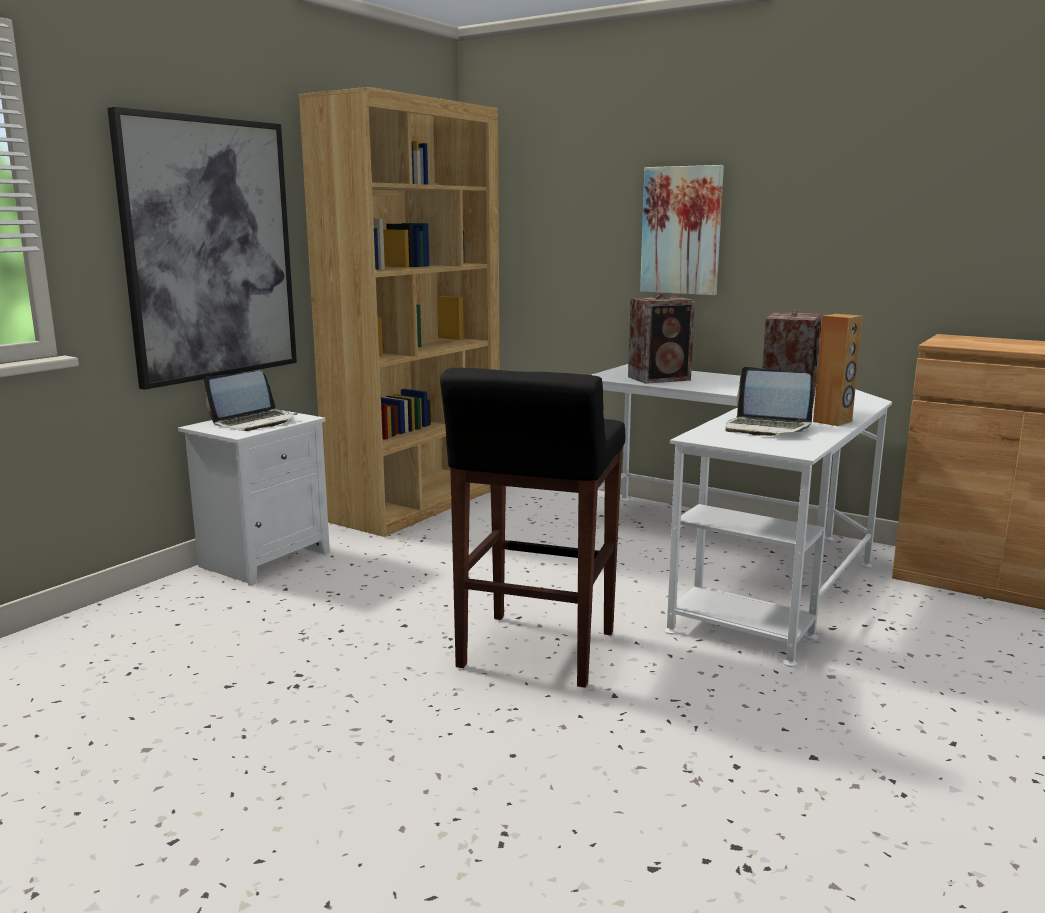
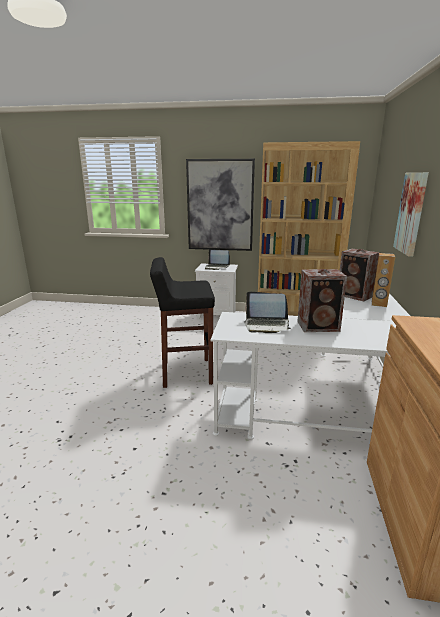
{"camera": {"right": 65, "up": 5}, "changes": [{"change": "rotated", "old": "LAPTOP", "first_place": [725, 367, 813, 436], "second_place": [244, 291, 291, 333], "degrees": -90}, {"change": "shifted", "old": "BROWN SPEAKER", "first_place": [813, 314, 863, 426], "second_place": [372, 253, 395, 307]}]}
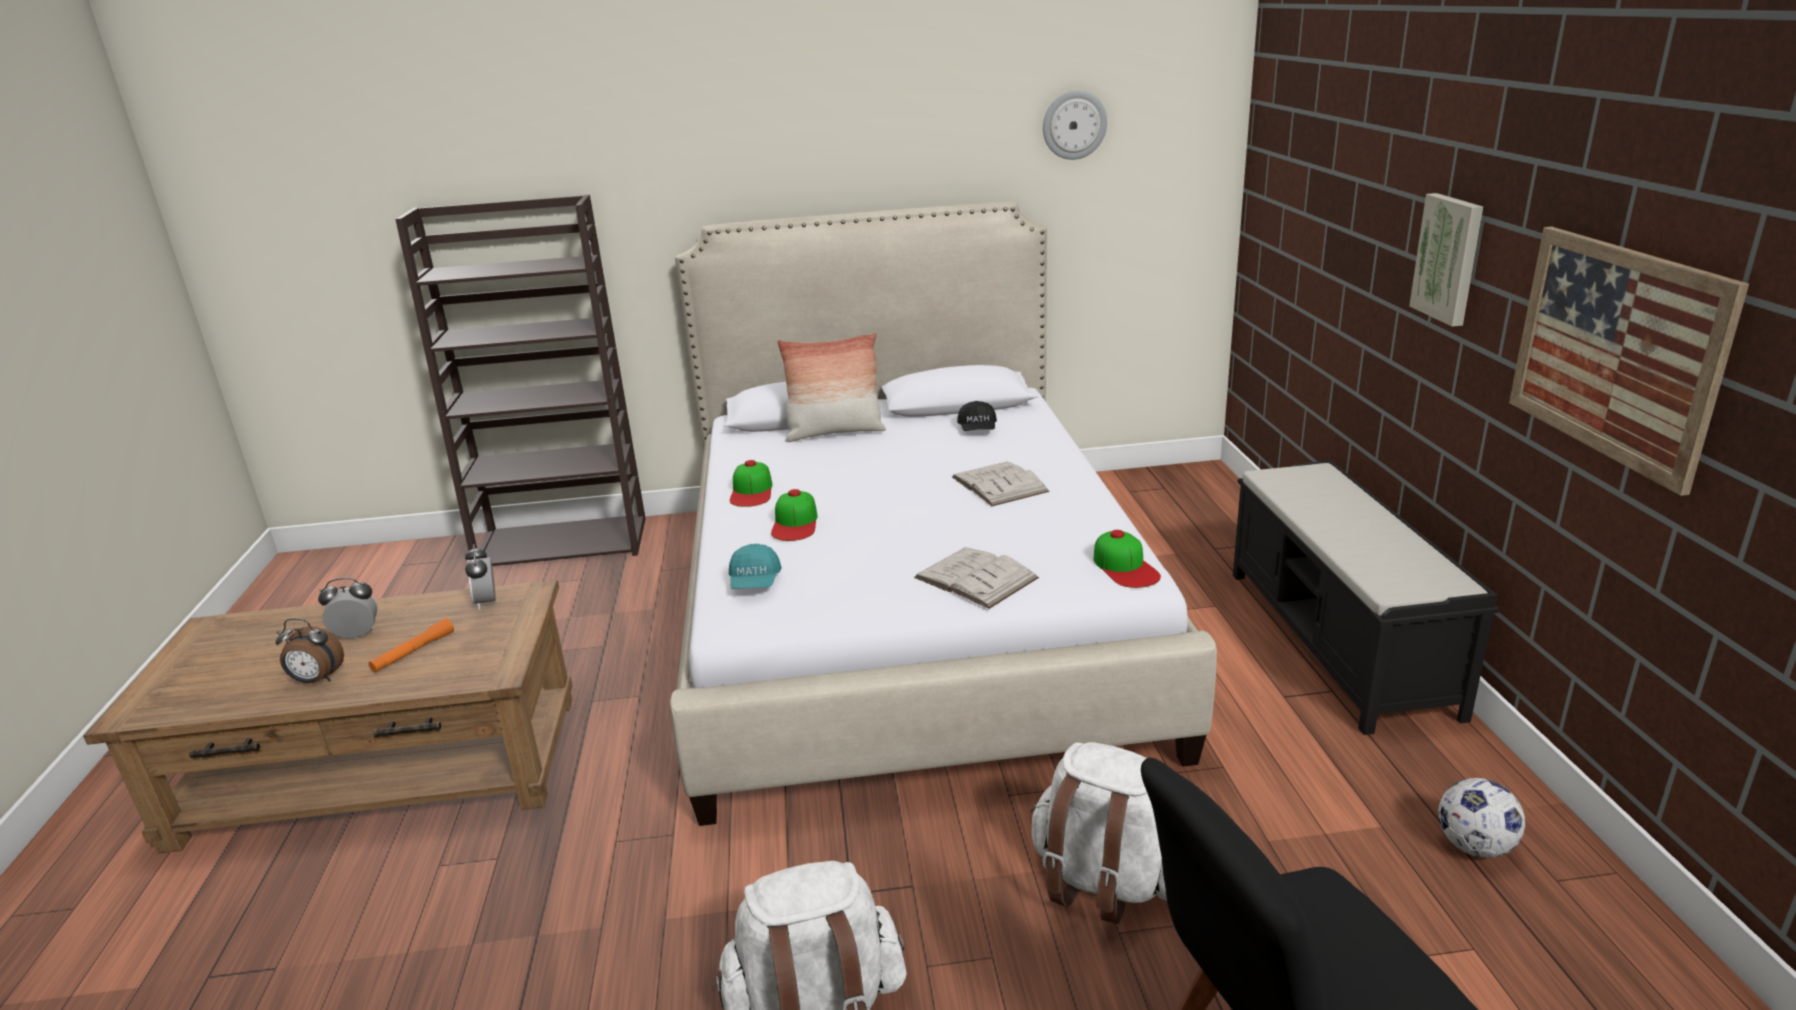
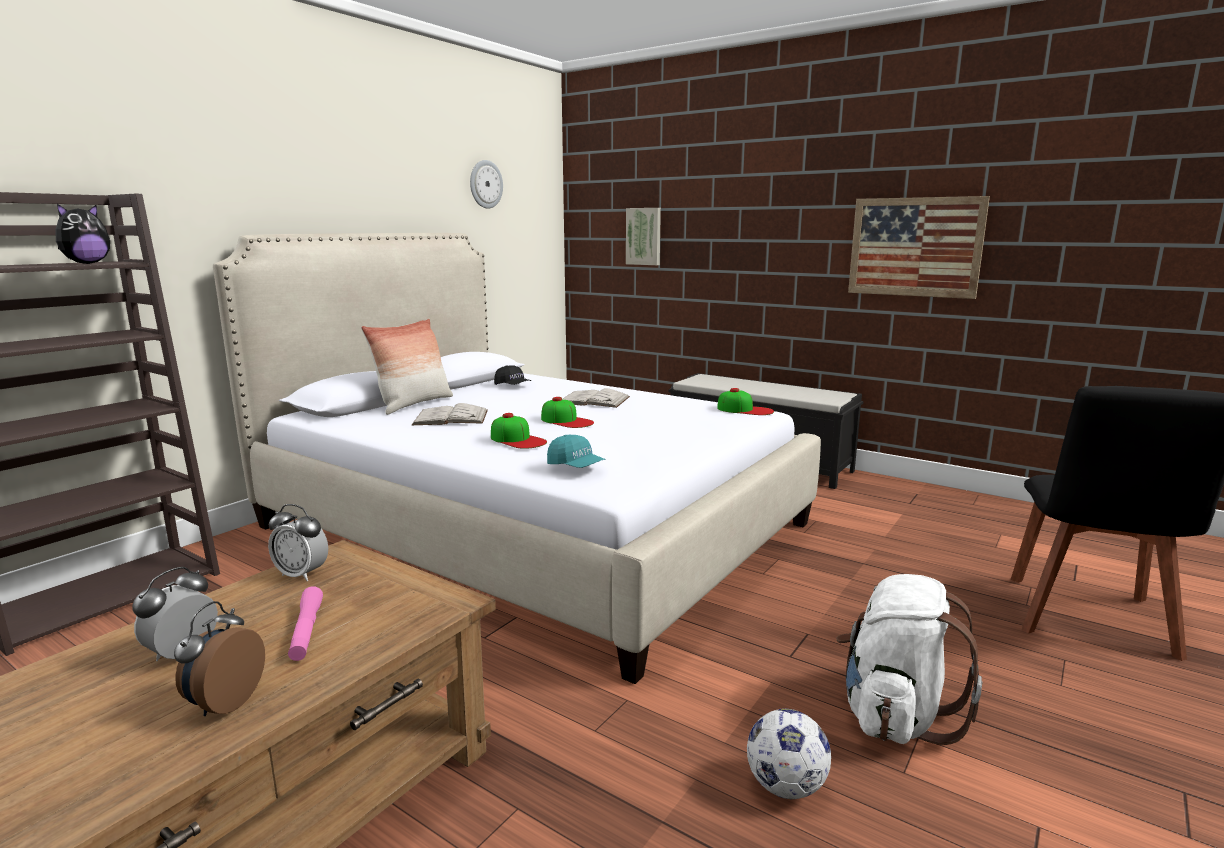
{"camera": {"right": -50, "up": -10}, "changes": [{"change": "rotated", "old": "ALARM CLOCK", "first_place": [275, 618, 344, 683], "second_place": [174, 601, 265, 716], "degrees": 150}, {"change": "repainted", "old": "ORANGE FLASHLIGHT", "new": "PINK FLASHLIGHT", "first_place": [368, 618, 454, 672], "second_place": [288, 586, 323, 661]}, {"change": "shifted", "old": "CAP", "first_place": [730, 460, 773, 507], "second_place": [541, 397, 594, 428]}, {"change": "shifted", "old": "WHITE BOOK", "first_place": [914, 547, 1039, 609], "second_place": [412, 403, 488, 425]}, {"change": "gone", "old": "WHITE BACKPACK", "first_place": [1031, 742, 1167, 924]}, {"change": "shifted", "old": "PICTURE", "first_place": [1409, 193, 1483, 327], "second_place": [626, 208, 661, 265]}, {"change": "shifted", "old": "FOOTBALL", "first_place": [1438, 778, 1525, 858], "second_place": [747, 709, 831, 799]}, {"change": "new", "new": "PLUSH TOY", "second_place": [56, 204, 110, 264]}]}
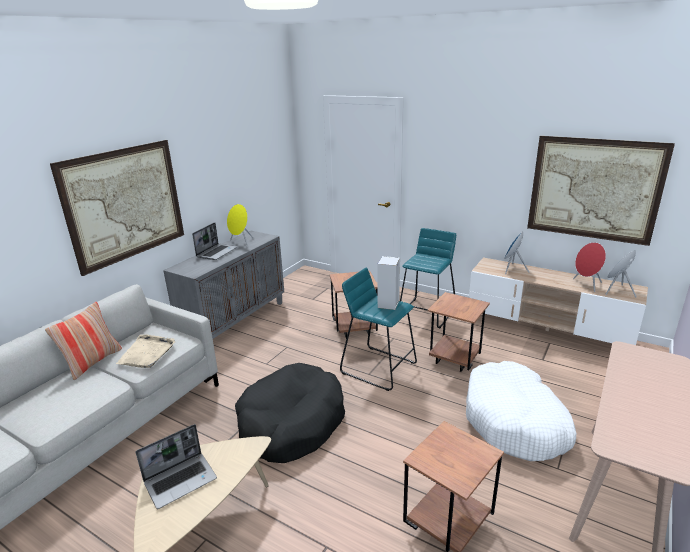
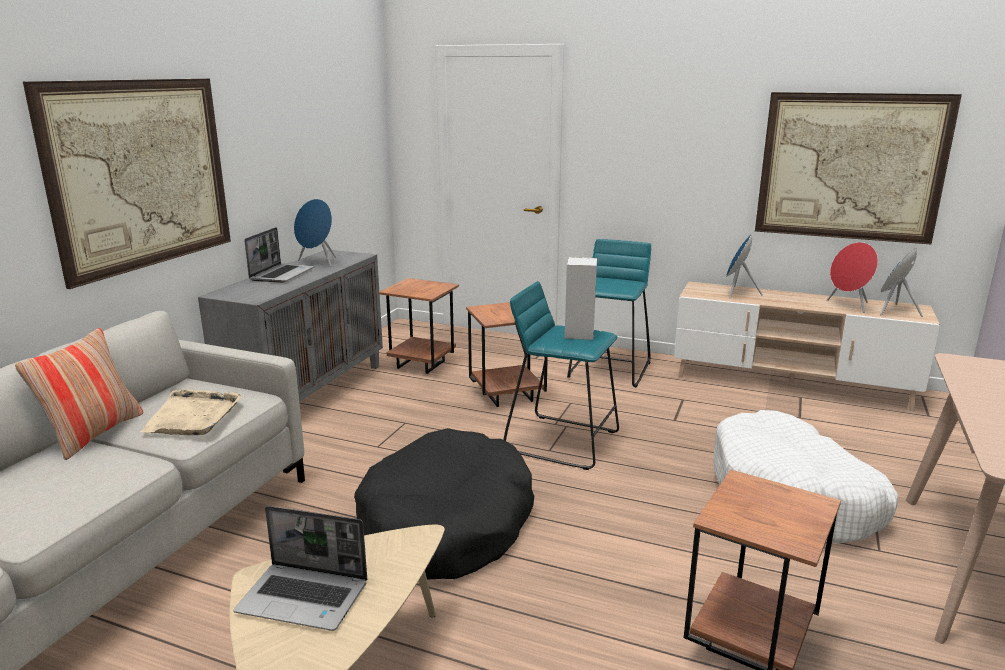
{"camera": {"right": -10, "up": -5}, "changes": [{"change": "rotated", "old": "LAPTOP", "first_place": [136, 424, 217, 509], "second_place": [233, 506, 367, 631], "degrees": 60}, {"change": "repainted", "old": "YELLOW SPEAKER", "new": "BLUE SPEAKER", "first_place": [227, 204, 254, 247], "second_place": [294, 199, 336, 267]}, {"change": "shifted", "old": "BROWN SIDE TABLE", "first_place": [428, 292, 490, 372], "second_place": [378, 278, 459, 374]}]}
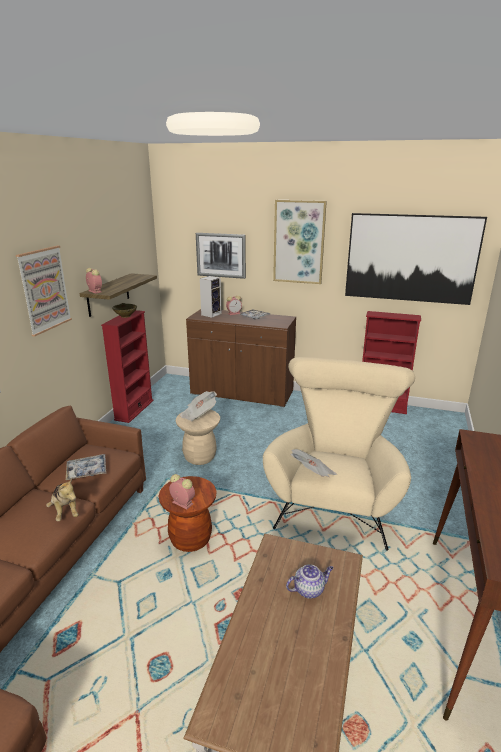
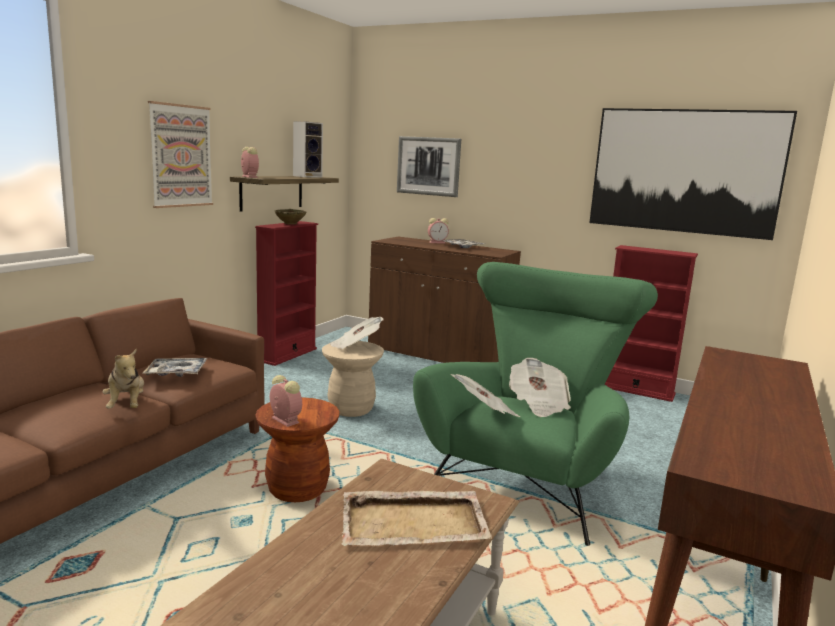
{"camera": {"right": 10, "up": -10}, "changes": [{"change": "shifted", "old": "SPEAKER", "first_place": [200, 276, 221, 318], "second_place": [293, 121, 323, 178]}, {"change": "repainted", "old": "BEIGE ARMCHAIR", "new": "GREEN ARMCHAIR", "first_place": [263, 357, 415, 551], "second_place": [413, 262, 658, 546]}, {"change": "gone", "old": "PICTURE", "first_place": [273, 200, 327, 284]}, {"change": "swapped", "old": "TEAPOT", "new": "BEIGE TRAY", "first_place": [286, 564, 333, 599], "second_place": [342, 491, 492, 546]}, {"change": "new", "new": "NEWSPAPER", "second_place": [509, 358, 571, 417]}]}
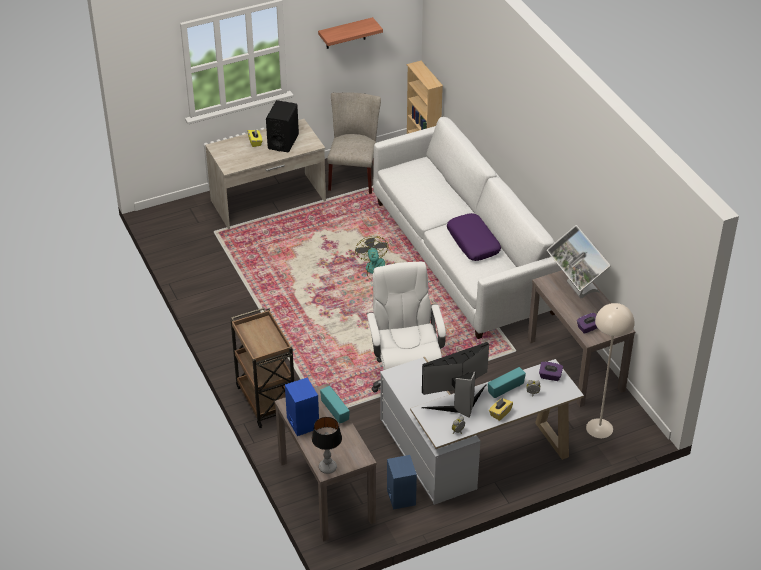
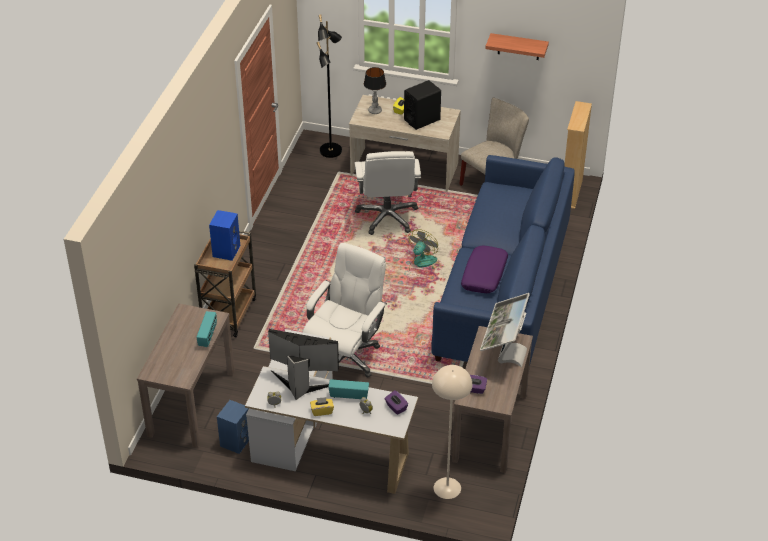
{"camera": {"right": 40, "up": 0}, "changes": [{"change": "shifted", "old": "BLUE SPEAKER", "first_place": [285, 377, 319, 436], "second_place": [209, 210, 240, 261]}, {"change": "shifted", "old": "TABLE LAMP", "first_place": [312, 417, 342, 474], "second_place": [364, 67, 386, 114]}, {"change": "repainted", "old": "WHITE SOFA", "new": "BLUE SOFA", "first_place": [373, 117, 562, 339], "second_place": [431, 155, 575, 363]}, {"change": "new", "new": "BLACK FLOOR LAMP", "second_place": [317, 14, 342, 158]}, {"change": "new", "new": "WHITE OFFICE CHAIR", "second_place": [355, 151, 421, 235]}]}
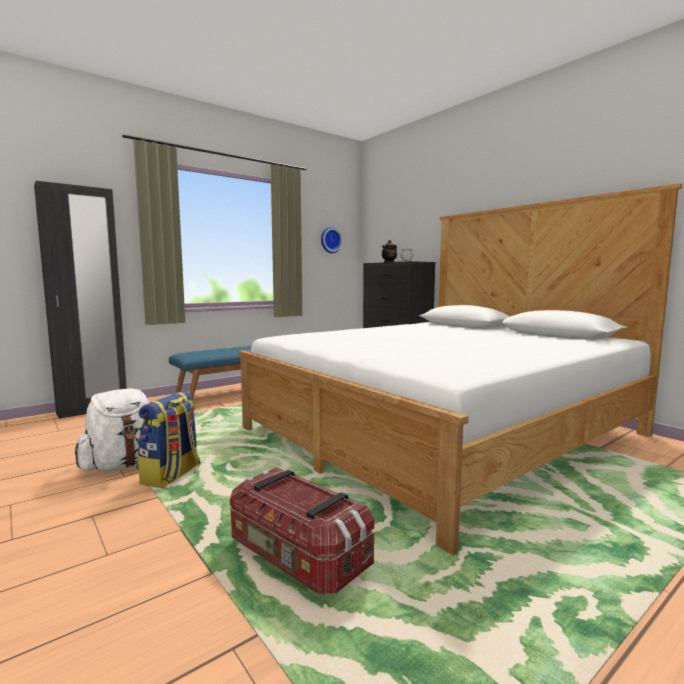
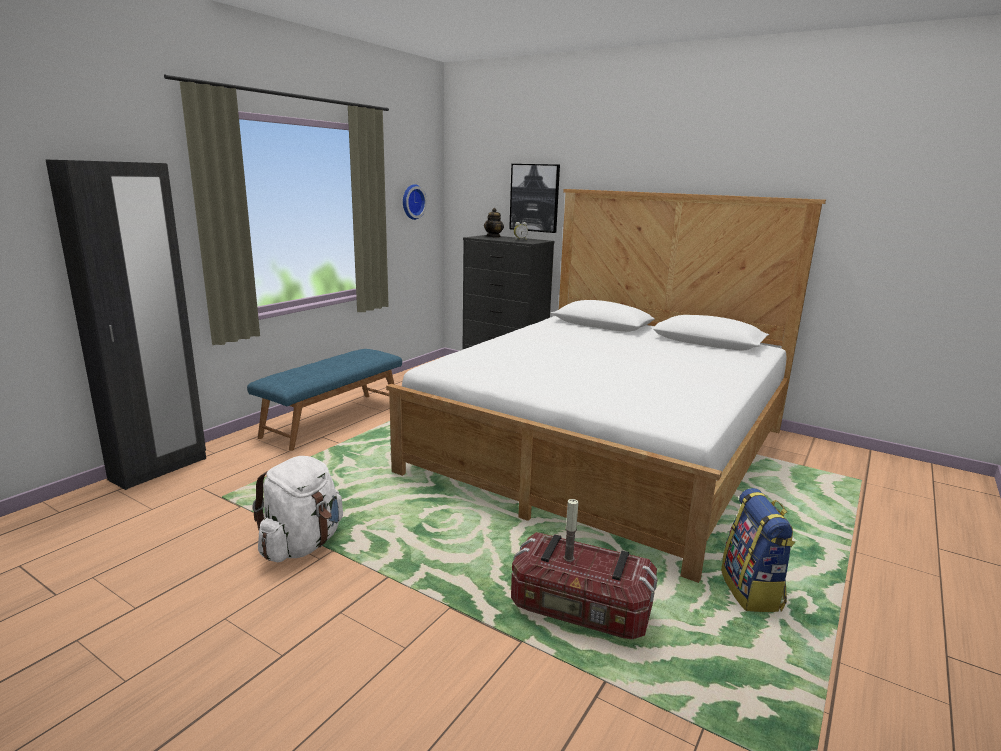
{"camera": {"right": -20, "up": 10}, "changes": [{"change": "shifted", "old": "BACKPACK", "first_place": [138, 391, 200, 488], "second_place": [721, 488, 795, 612]}, {"change": "new", "new": "PICTURE", "second_place": [509, 164, 560, 233]}, {"change": "new", "new": "CANDLE", "second_place": [563, 499, 578, 562]}]}
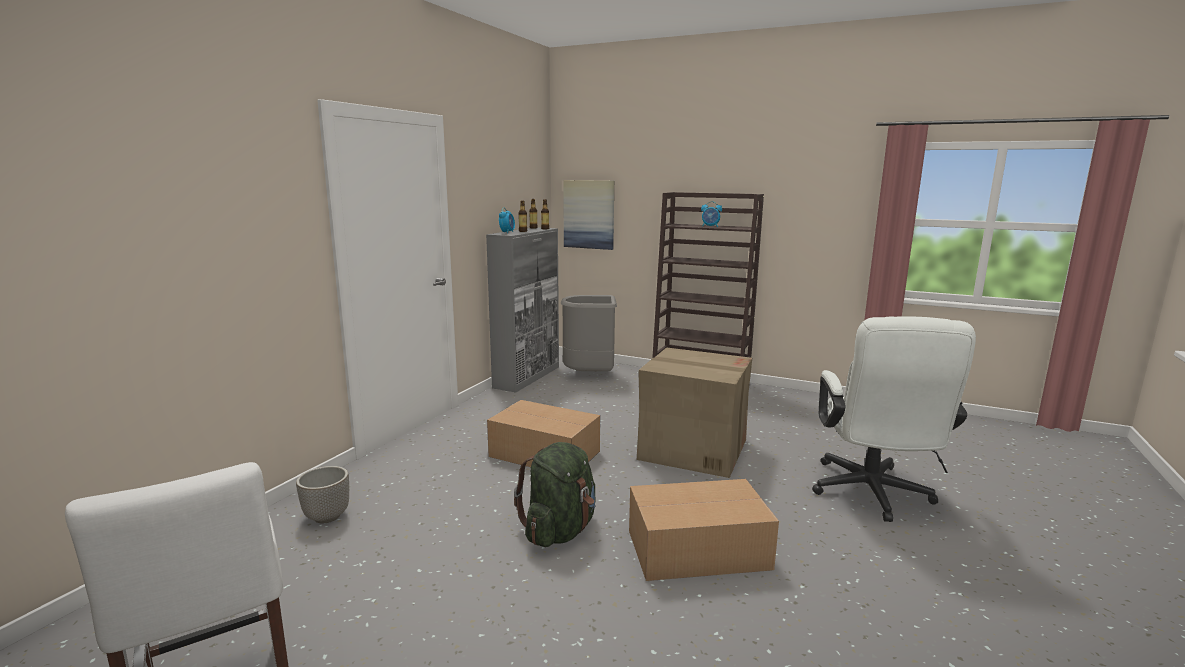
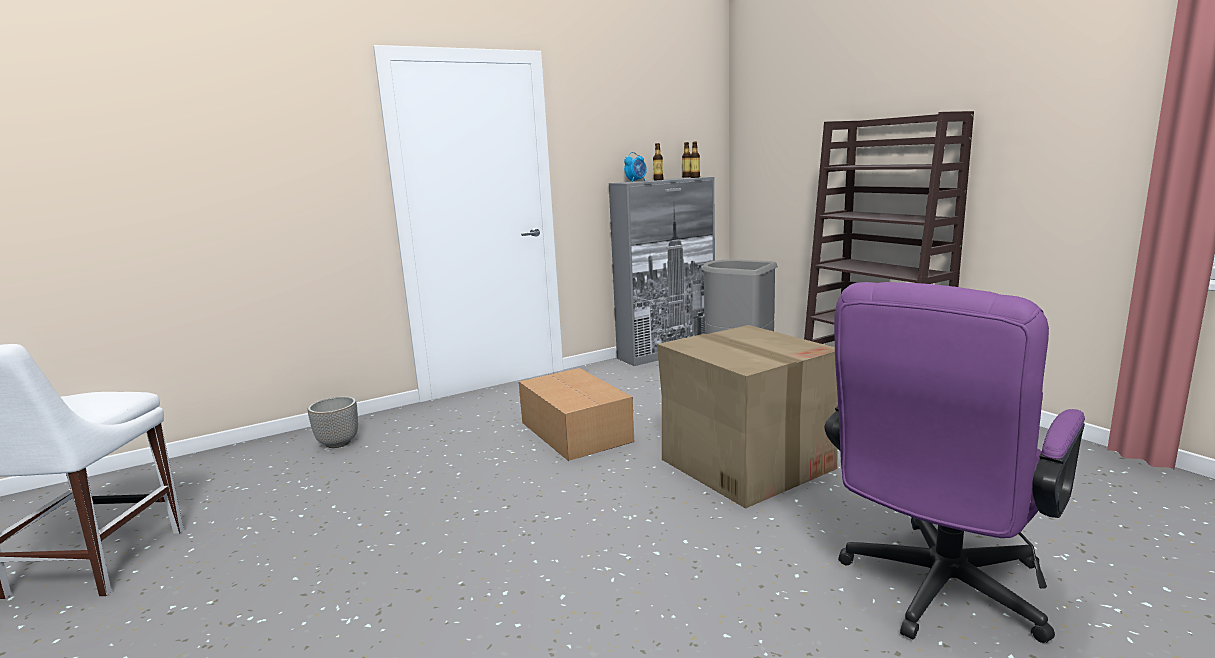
{"camera": {"right": 35, "up": 0}, "changes": [{"change": "gone", "old": "GREEN BACKPACK", "first_place": [514, 442, 596, 547]}, {"change": "gone", "old": "PICTURE", "first_place": [563, 180, 614, 250]}, {"change": "gone", "old": "CARDBOARD BOX", "first_place": [629, 479, 779, 581]}, {"change": "gone", "old": "ALARM CLOCK", "first_place": [701, 201, 722, 227]}, {"change": "repainted", "old": "WHITE OFFICE CHAIR", "new": "PURPLE OFFICE CHAIR", "first_place": [812, 316, 976, 522], "second_place": [825, 282, 1085, 643]}]}
